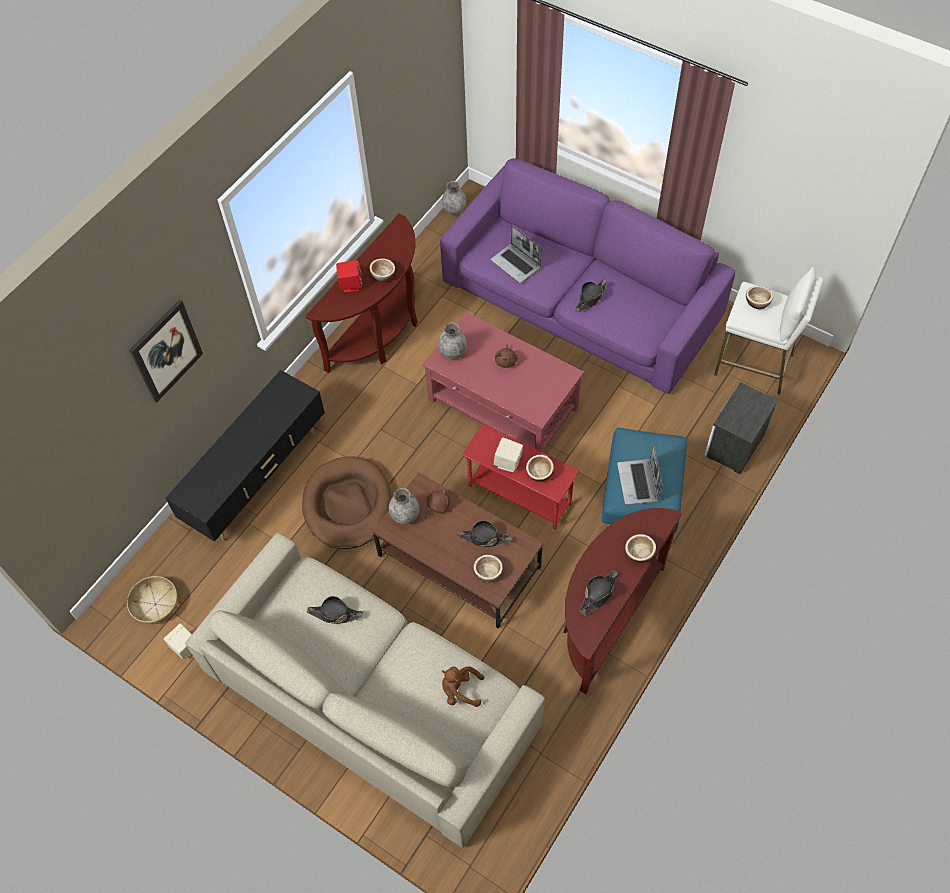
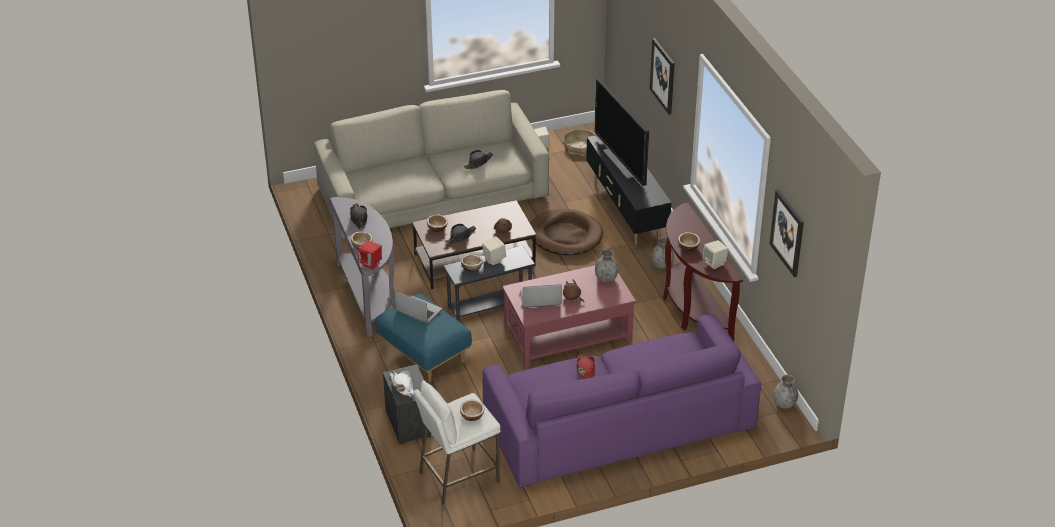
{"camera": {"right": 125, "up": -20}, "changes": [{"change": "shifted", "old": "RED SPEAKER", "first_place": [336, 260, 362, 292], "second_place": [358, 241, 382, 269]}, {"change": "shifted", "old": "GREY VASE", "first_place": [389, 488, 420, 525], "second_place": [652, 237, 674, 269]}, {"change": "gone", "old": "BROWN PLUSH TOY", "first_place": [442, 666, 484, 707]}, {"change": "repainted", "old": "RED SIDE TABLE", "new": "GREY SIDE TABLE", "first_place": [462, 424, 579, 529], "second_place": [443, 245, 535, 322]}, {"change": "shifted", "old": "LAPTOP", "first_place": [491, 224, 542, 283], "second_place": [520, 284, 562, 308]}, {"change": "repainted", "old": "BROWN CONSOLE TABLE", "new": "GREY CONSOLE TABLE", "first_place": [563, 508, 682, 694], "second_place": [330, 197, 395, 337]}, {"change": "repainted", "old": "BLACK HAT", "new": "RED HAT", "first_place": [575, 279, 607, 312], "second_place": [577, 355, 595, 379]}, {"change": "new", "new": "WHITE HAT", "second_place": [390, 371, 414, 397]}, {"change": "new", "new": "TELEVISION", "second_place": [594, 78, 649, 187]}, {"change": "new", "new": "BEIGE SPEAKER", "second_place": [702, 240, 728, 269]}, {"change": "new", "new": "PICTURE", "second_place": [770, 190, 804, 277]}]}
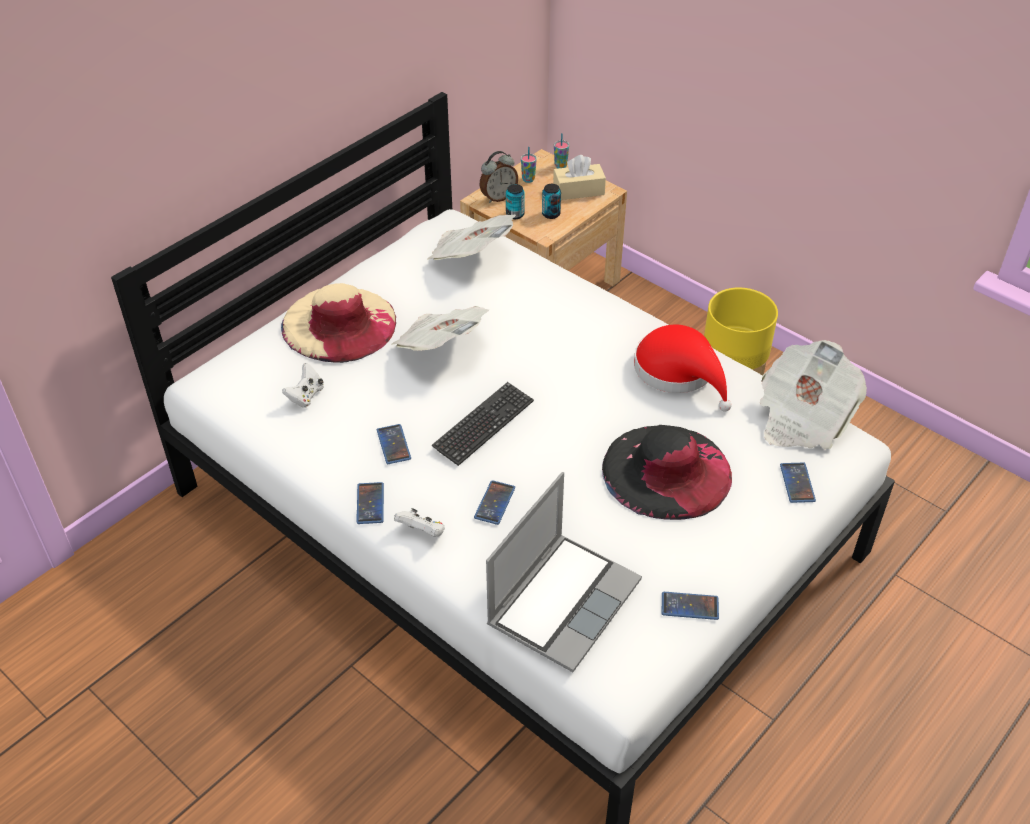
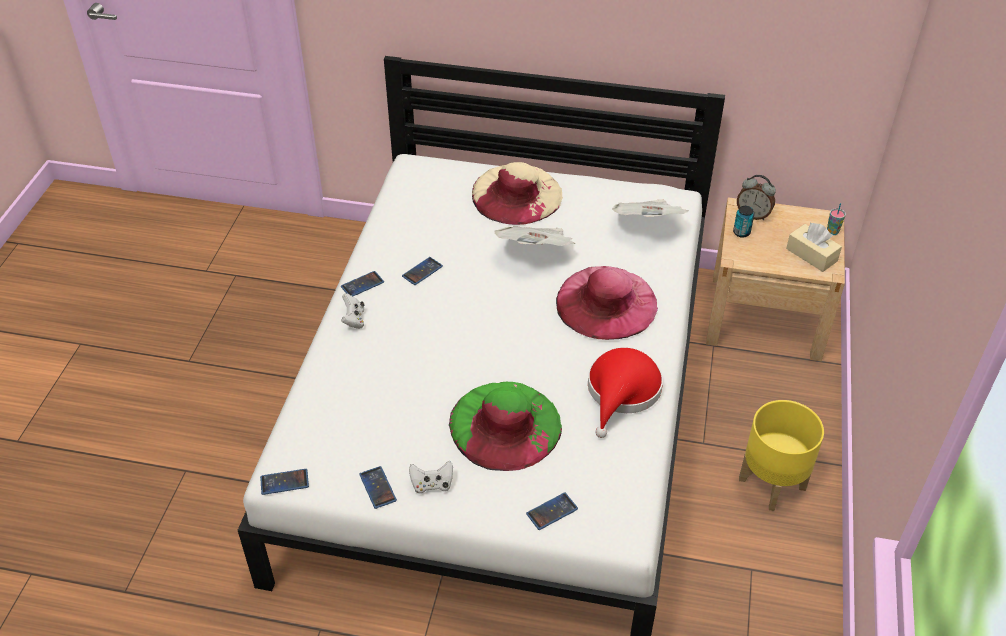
{"camera": {"right": 60, "up": 0}, "changes": [{"change": "shifted", "old": "WHITE GAME CONTROLLER", "first_place": [282, 363, 324, 408], "second_place": [409, 461, 453, 494]}, {"change": "gone", "old": "KEYBOARD", "first_place": [432, 382, 534, 466]}, {"change": "shifted", "old": "PHONE", "first_place": [474, 480, 515, 525], "second_place": [260, 469, 309, 495]}, {"change": "gone", "old": "LAPTOP", "first_place": [486, 472, 642, 672]}, {"change": "gone", "old": "CUP", "first_place": [521, 147, 537, 183]}, {"change": "gone", "old": "CAN", "first_place": [542, 184, 561, 219]}, {"change": "repainted", "old": "BLACK HAT", "new": "GREEN HAT", "first_place": [602, 425, 732, 520], "second_place": [449, 382, 562, 471]}, {"change": "gone", "old": "NEWSPAPER", "first_place": [760, 340, 867, 449]}, {"change": "new", "new": "PINK HAT", "second_place": [556, 266, 658, 340]}]}
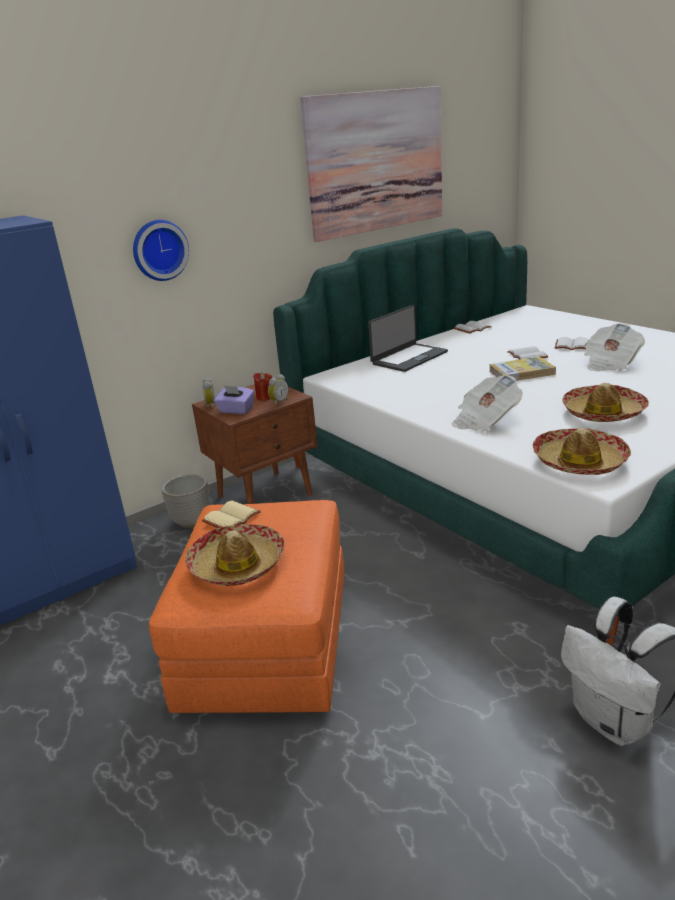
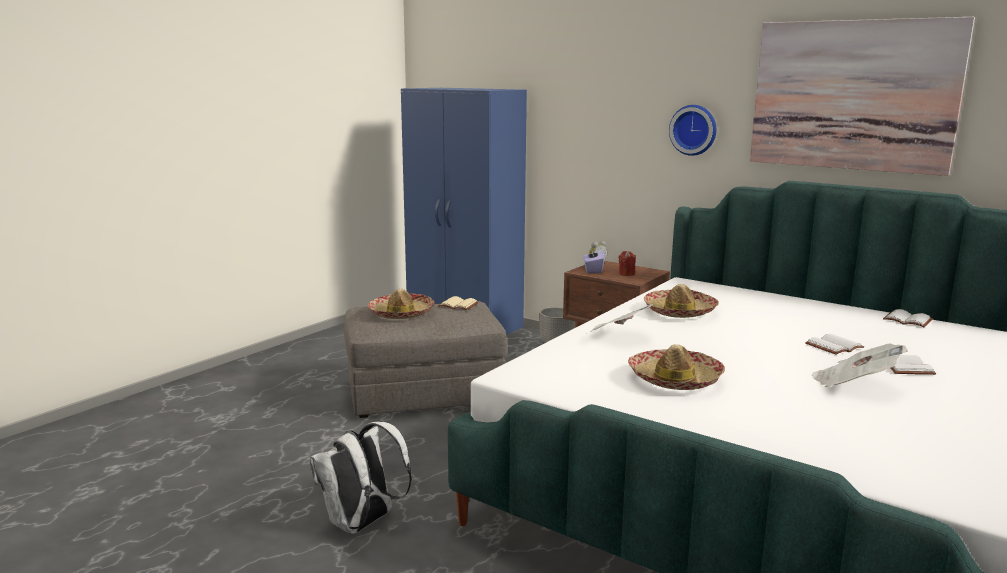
{"camera": {"right": 70, "up": -10}, "changes": [{"change": "shifted", "old": "WALL CLOCK", "first_place": [133, 220, 189, 281], "second_place": [669, 105, 717, 156]}, {"change": "repainted", "old": "ORANGE OTTOMAN", "new": "GREY OTTOMAN", "first_place": [149, 500, 344, 713], "second_place": [344, 301, 507, 418]}, {"change": "gone", "old": "ALARM CLOCK", "first_place": [268, 374, 288, 406]}, {"change": "gone", "old": "LAPTOP", "first_place": [368, 305, 448, 372]}, {"change": "gone", "old": "BOOK", "first_place": [489, 357, 556, 381]}, {"change": "shifted", "old": "HAT", "first_place": [533, 428, 631, 475], "second_place": [644, 284, 719, 318]}]}
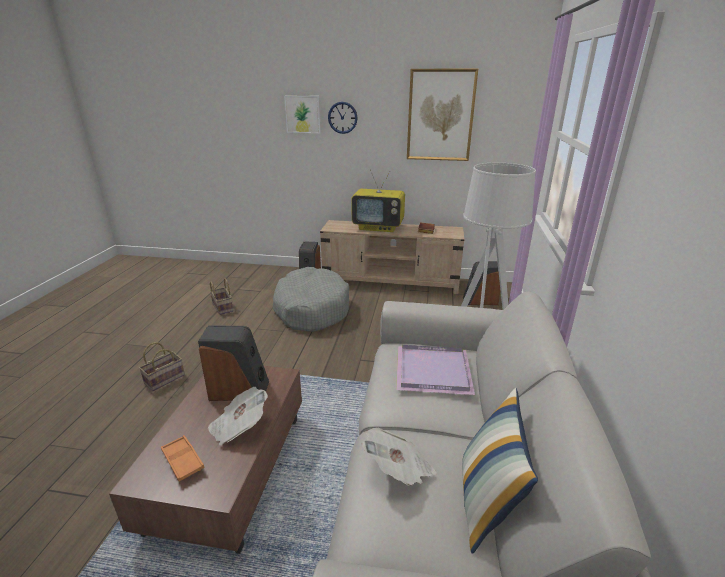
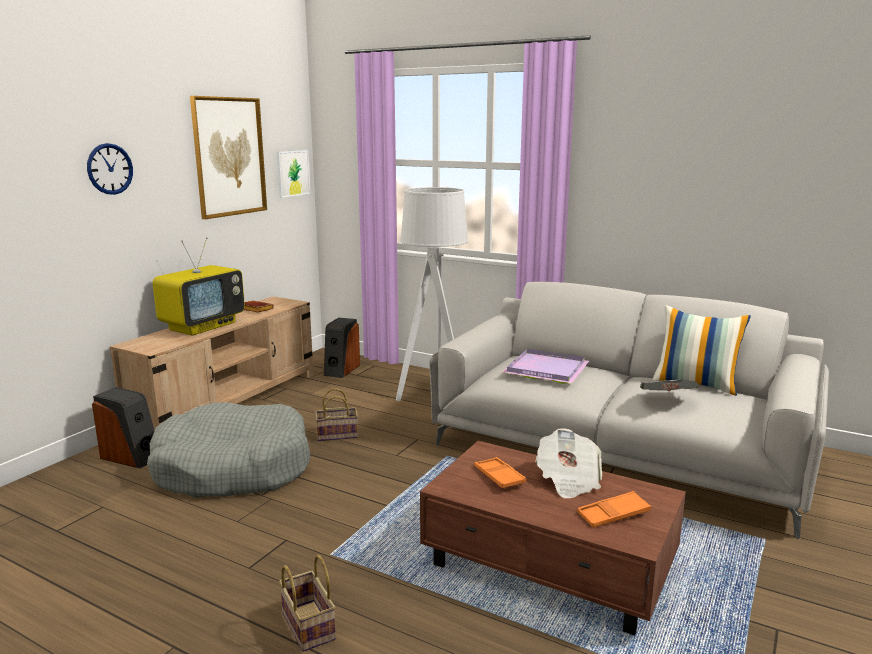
{"camera": {"right": -70, "up": -10}, "changes": [{"change": "swapped", "old": "SPEAKER", "new": "ORANGE TRAY", "first_place": [198, 326, 269, 401], "second_place": [474, 457, 526, 489]}, {"change": "shifted", "old": "BASKET", "first_place": [210, 278, 234, 315], "second_place": [315, 388, 358, 441]}, {"change": "shifted", "old": "PICTURE", "first_place": [284, 96, 321, 133], "second_place": [277, 150, 311, 198]}]}
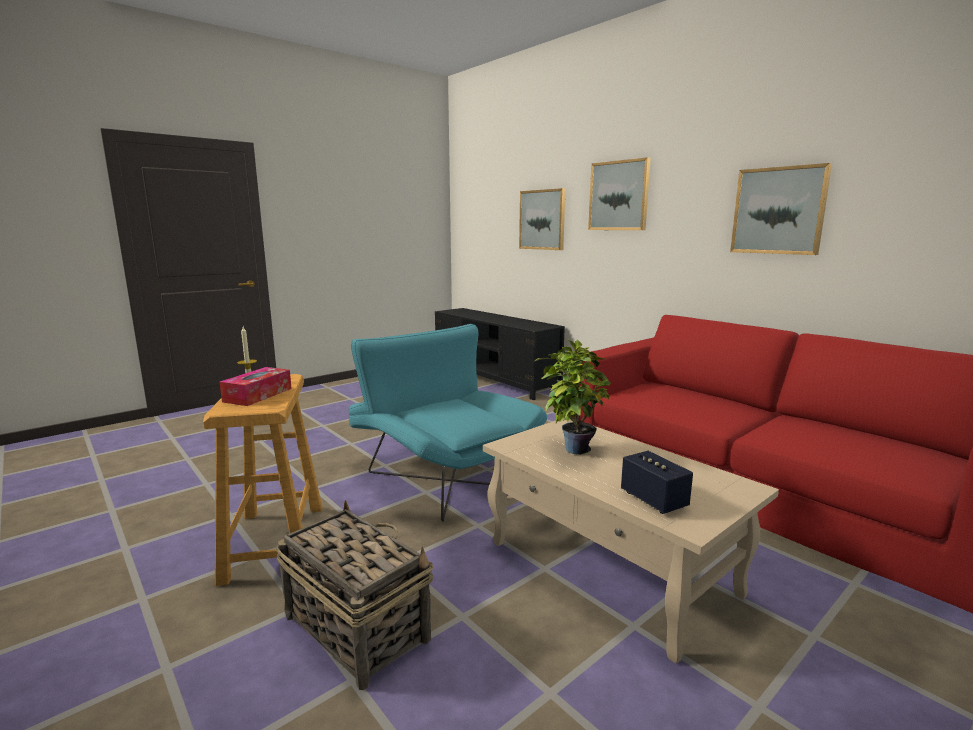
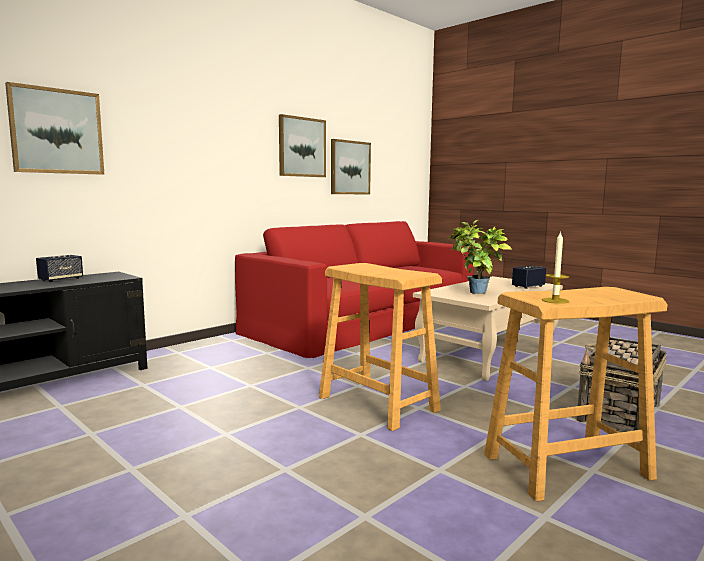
{"camera": {"right": -95, "up": -5}, "changes": [{"change": "gone", "old": "TISSUE BOX", "first_place": [219, 367, 292, 406]}, {"change": "swapped", "old": "TURQUOISE ARMCHAIR", "new": "BEIGE STOOL", "first_place": [349, 324, 547, 522], "second_place": [319, 263, 442, 431]}, {"change": "shifted", "old": "PICTURE", "first_place": [588, 157, 651, 230], "second_place": [331, 139, 371, 194]}, {"change": "new", "new": "SPEAKER", "second_place": [36, 255, 83, 282]}]}
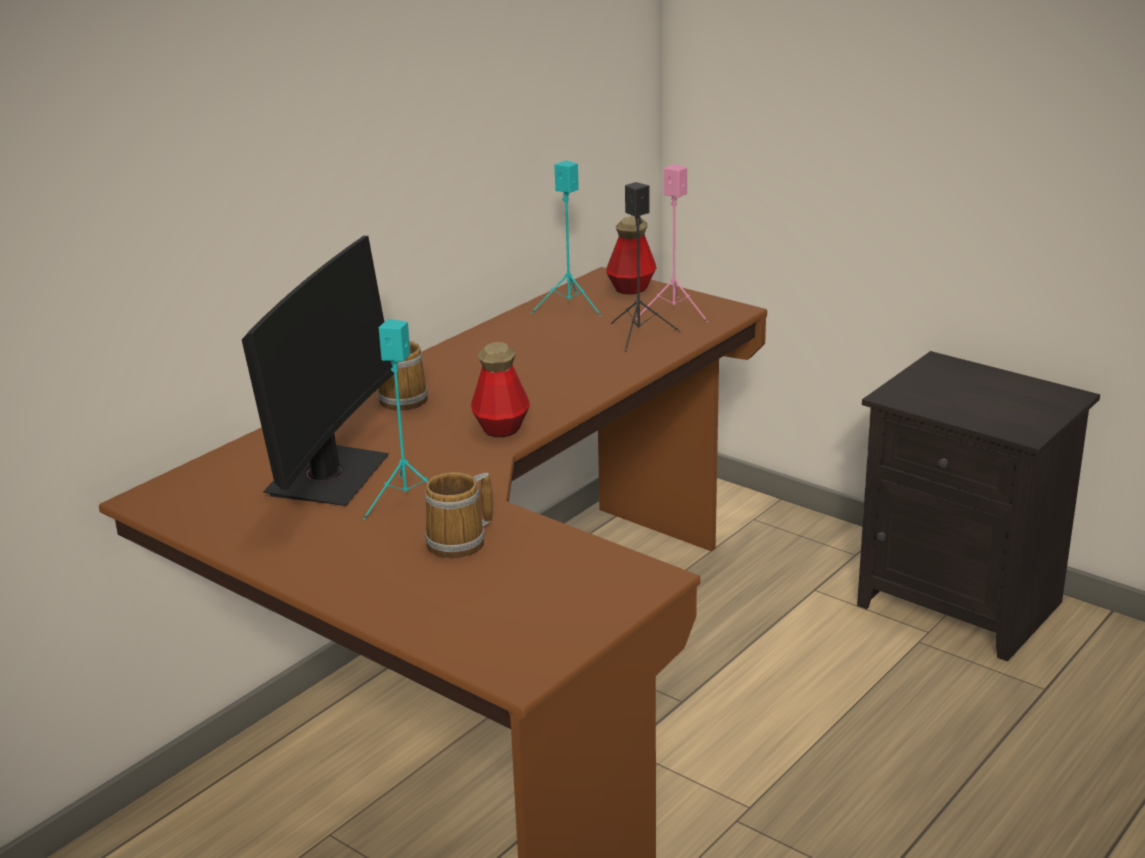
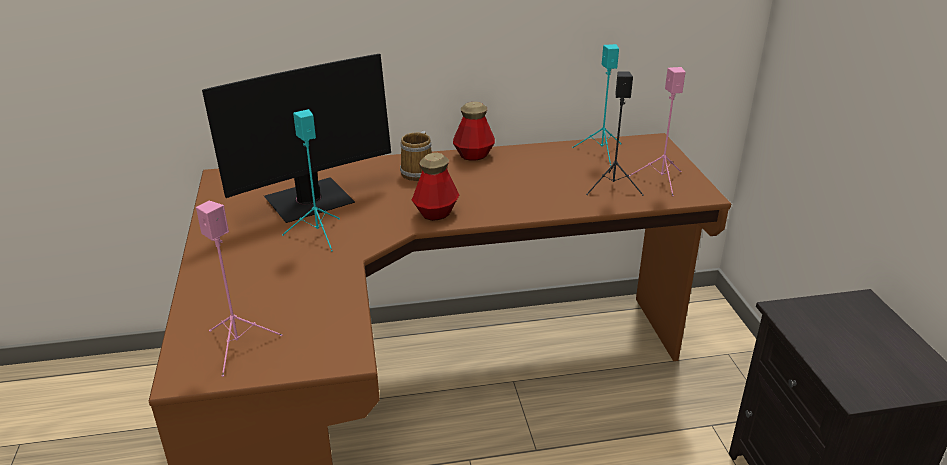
{"camera": {"right": 40, "up": 5}, "changes": [{"change": "gone", "old": "MUG", "first_place": [425, 472, 493, 558]}, {"change": "shifted", "old": "BOTTLE", "first_place": [606, 216, 656, 295], "second_place": [453, 102, 495, 161]}, {"change": "new", "new": "PINK SPEAKER", "second_place": [196, 201, 283, 377]}]}
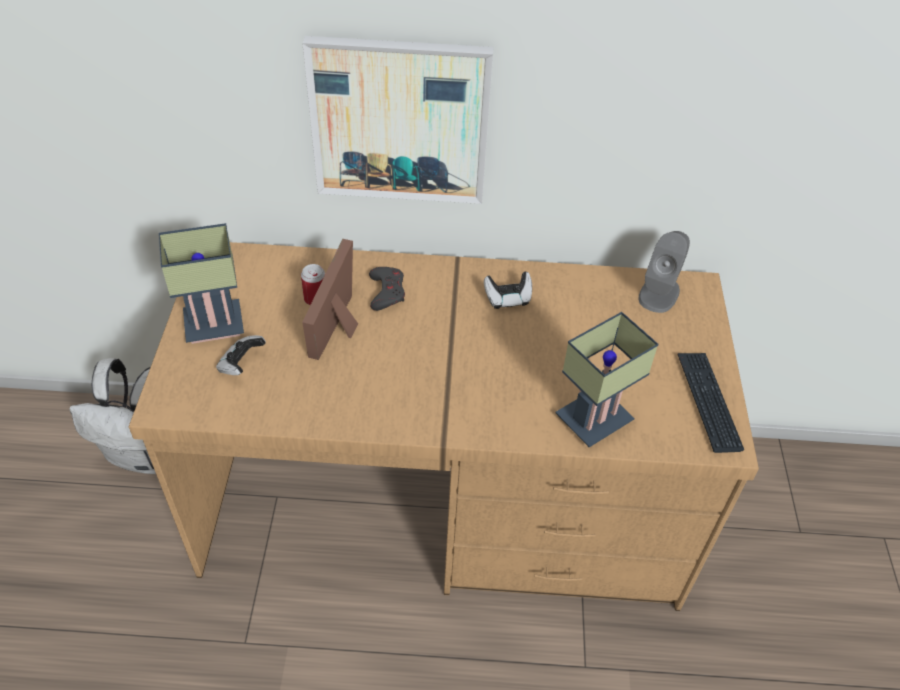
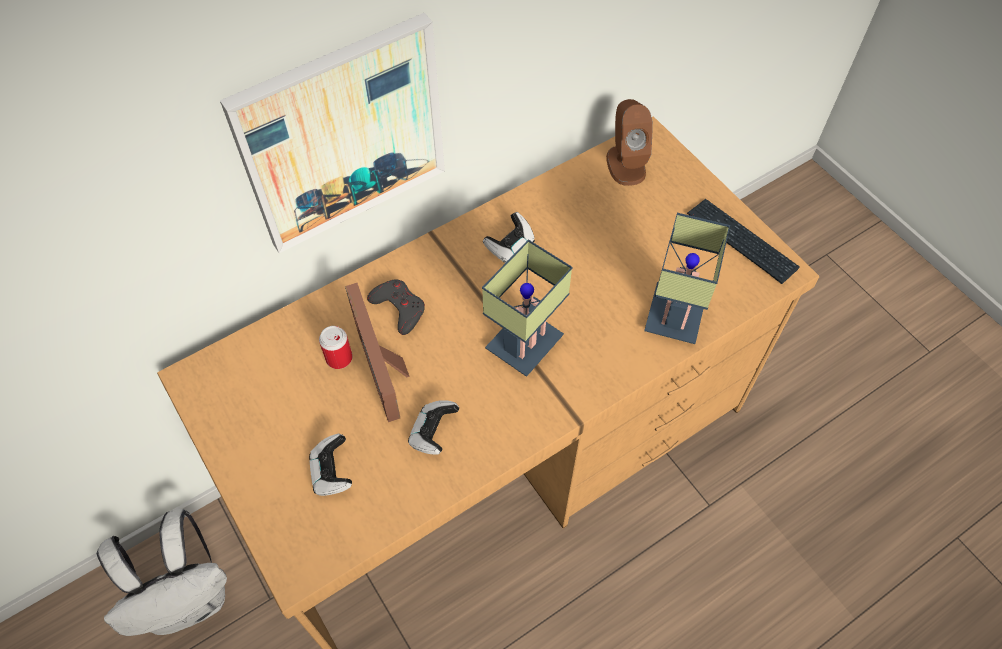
{"camera": {"right": -35, "up": 10}, "changes": [{"change": "shifted", "old": "TABLE LAMP", "first_place": [159, 223, 244, 344], "second_place": [482, 239, 572, 377]}, {"change": "repainted", "old": "GREY SPEAKER", "new": "BROWN SPEAKER", "first_place": [638, 231, 690, 313], "second_place": [606, 99, 653, 186]}, {"change": "new", "new": "GAME CONTROLLER", "second_place": [408, 400, 459, 454]}]}
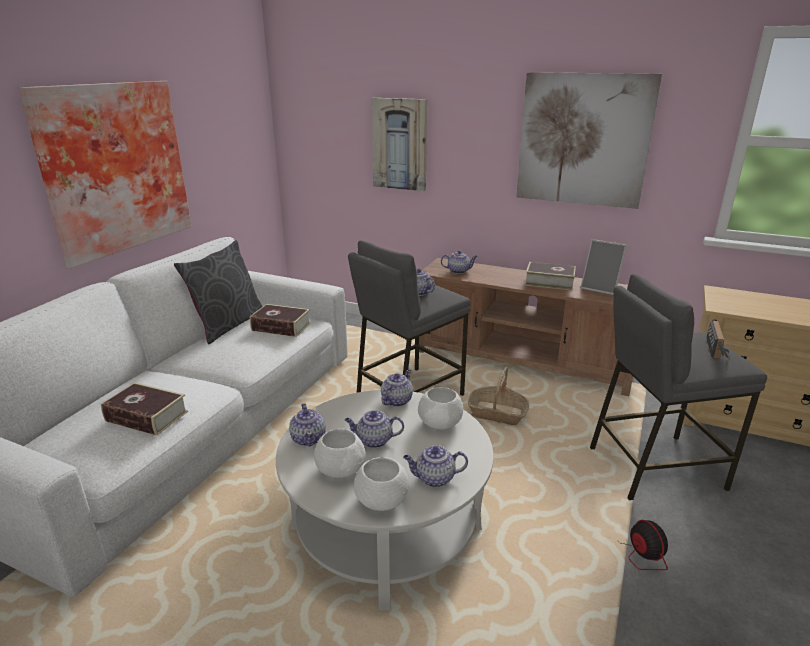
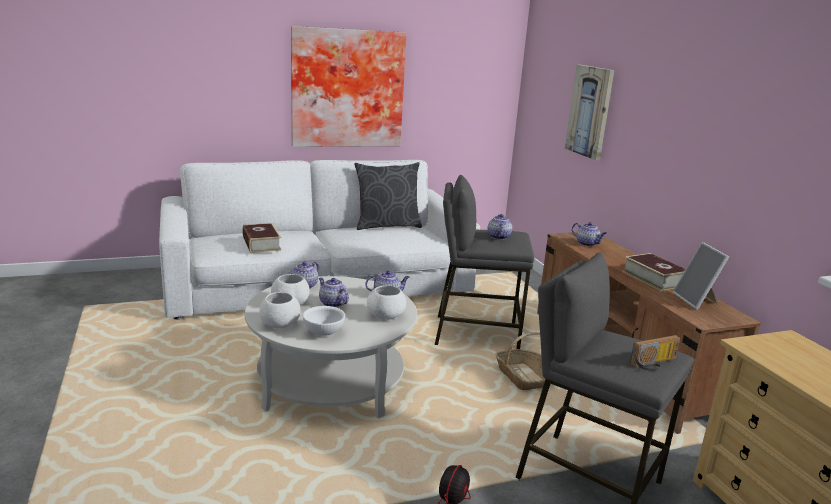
{"camera": {"right": 45, "up": -5}, "changes": [{"change": "gone", "old": "BOOK", "first_place": [250, 304, 311, 337]}, {"change": "swapped", "old": "TEAPOT", "new": "WHITE BOWL", "first_place": [403, 445, 468, 487], "second_place": [303, 306, 345, 336]}, {"change": "gone", "old": "PICTURE", "first_place": [516, 72, 662, 209]}]}
